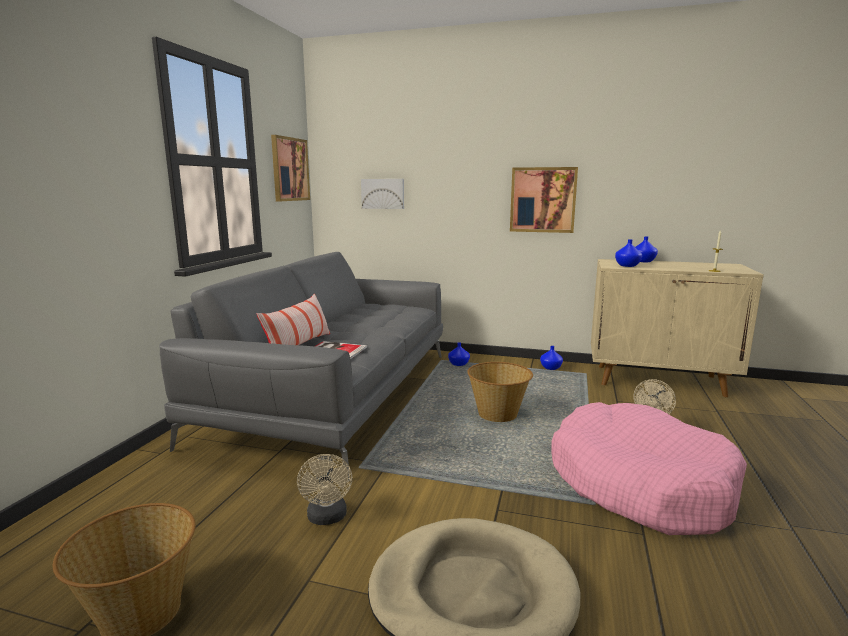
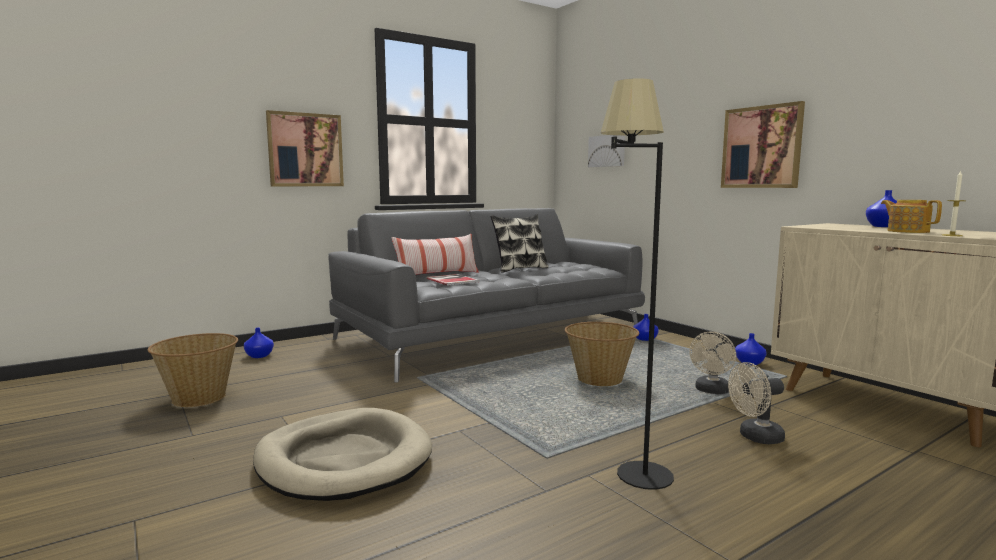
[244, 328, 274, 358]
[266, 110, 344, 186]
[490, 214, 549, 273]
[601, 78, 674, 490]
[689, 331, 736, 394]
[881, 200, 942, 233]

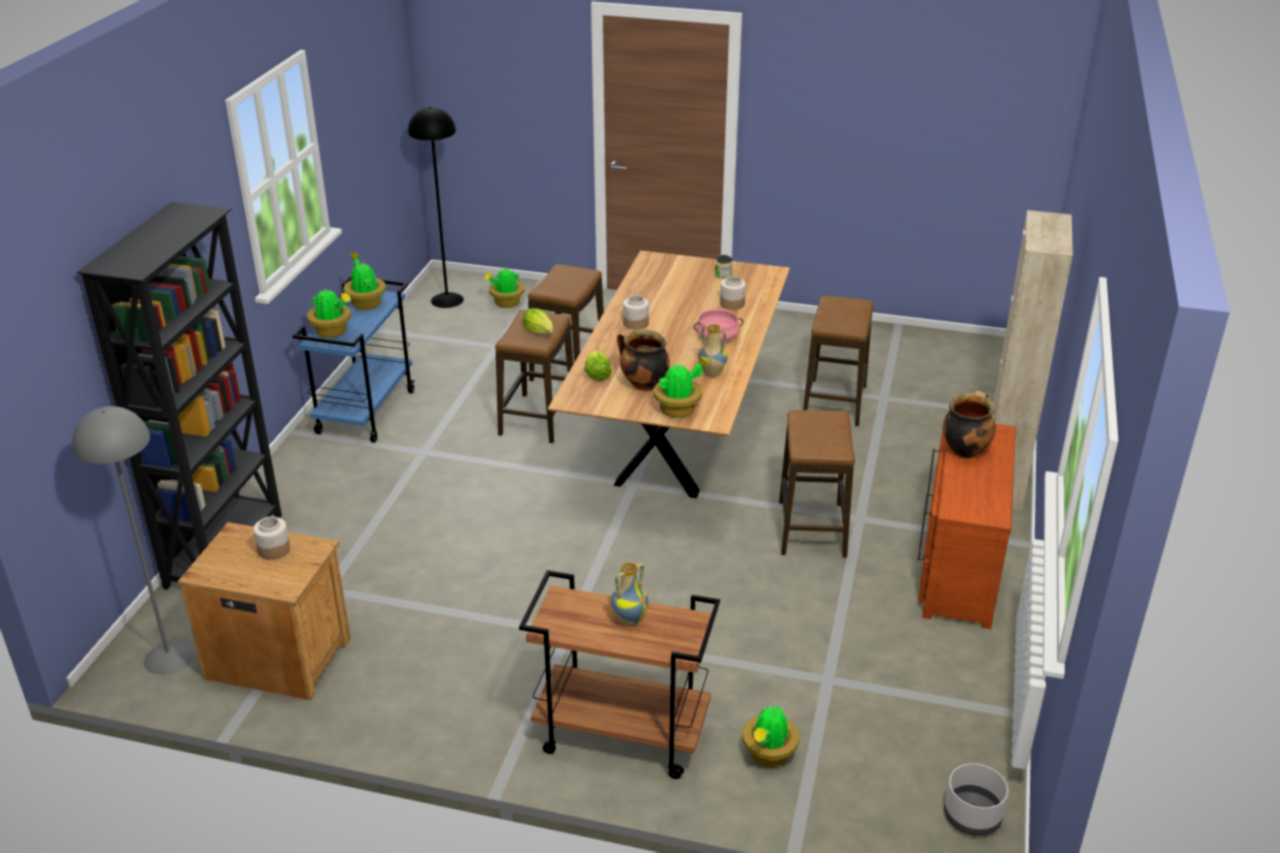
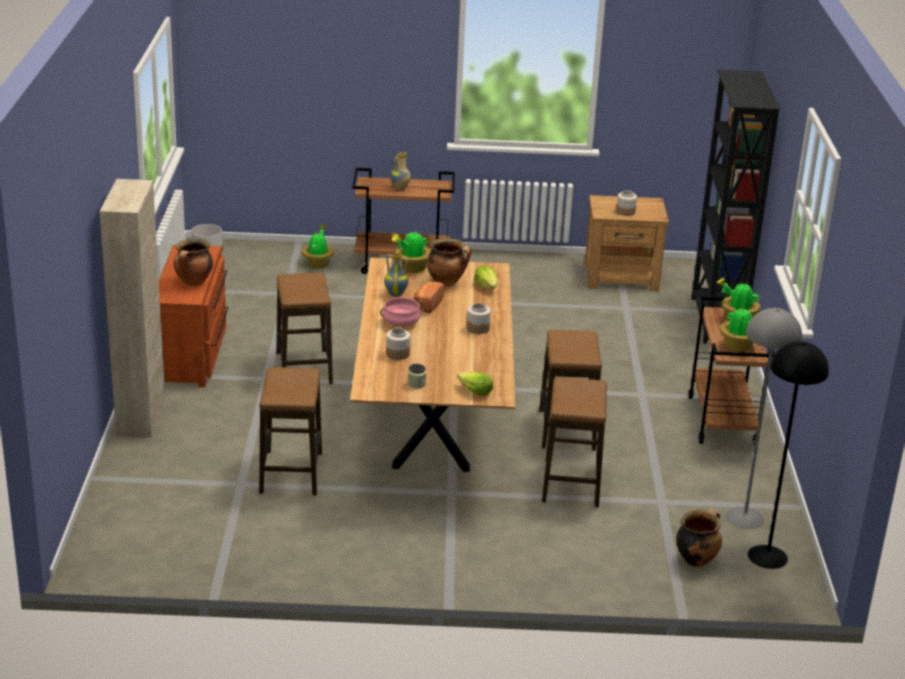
[413, 282, 444, 313]
[457, 372, 493, 396]
[676, 509, 722, 567]
[688, 297, 775, 446]
[726, 308, 802, 529]

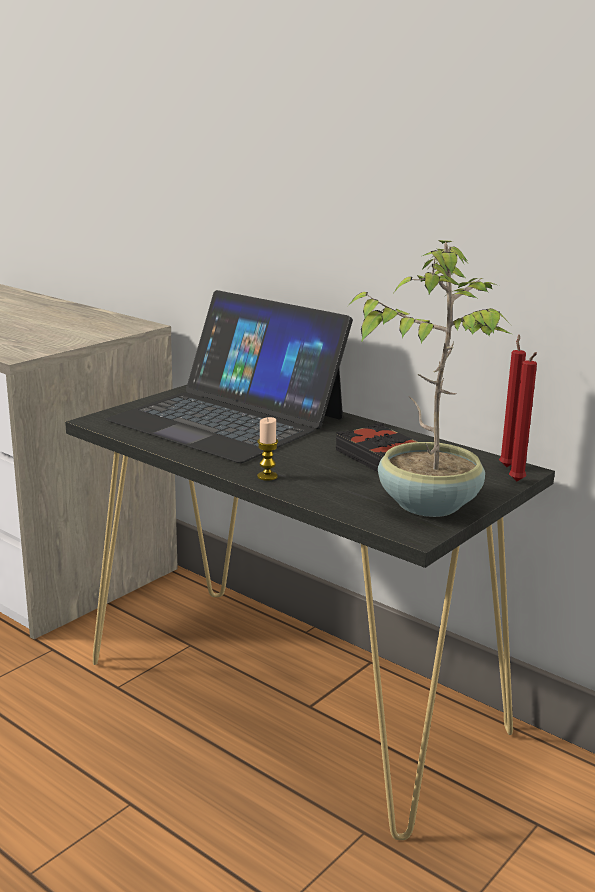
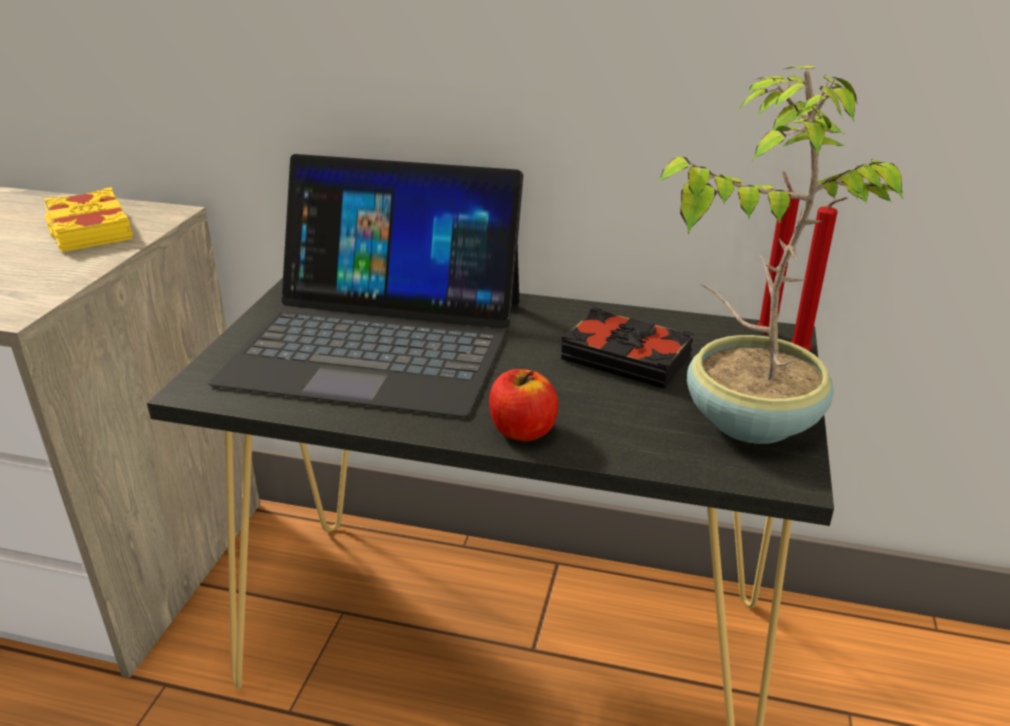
[44, 187, 133, 252]
[489, 369, 558, 441]

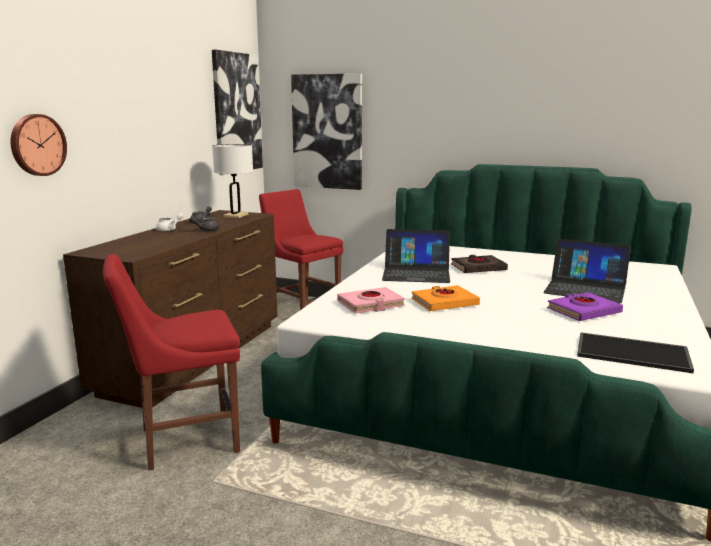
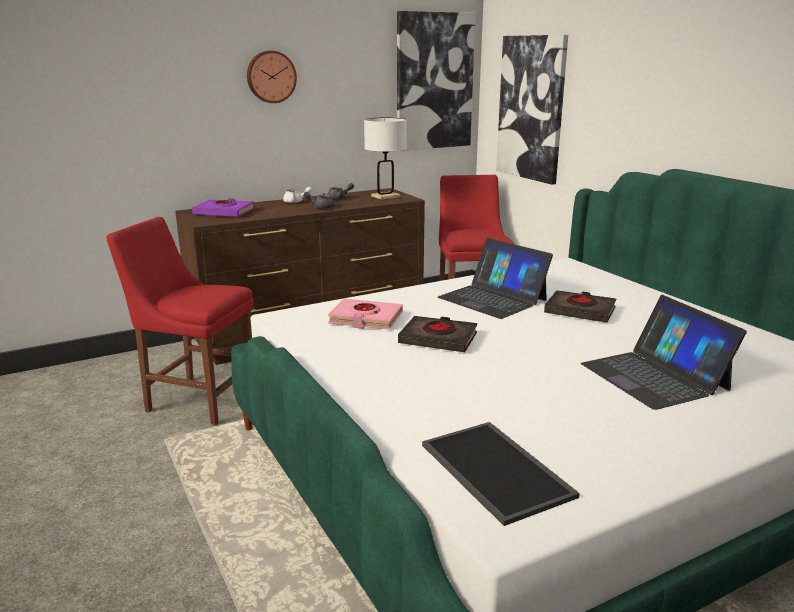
[192, 198, 255, 217]
[247, 50, 297, 103]
[398, 316, 477, 352]

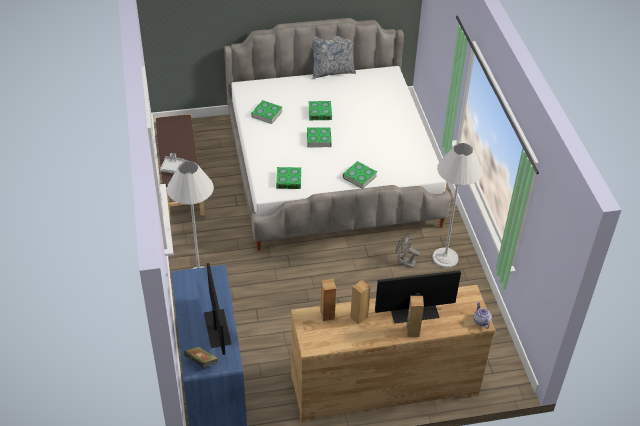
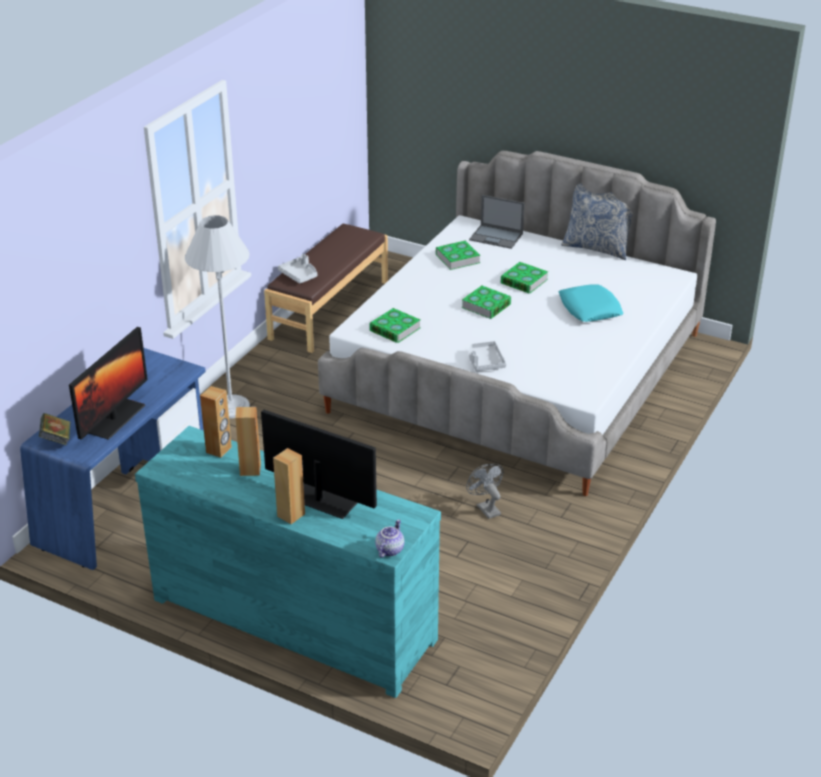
[135, 426, 441, 698]
[469, 195, 525, 249]
[469, 341, 506, 371]
[559, 284, 623, 322]
[432, 143, 483, 268] (first image)

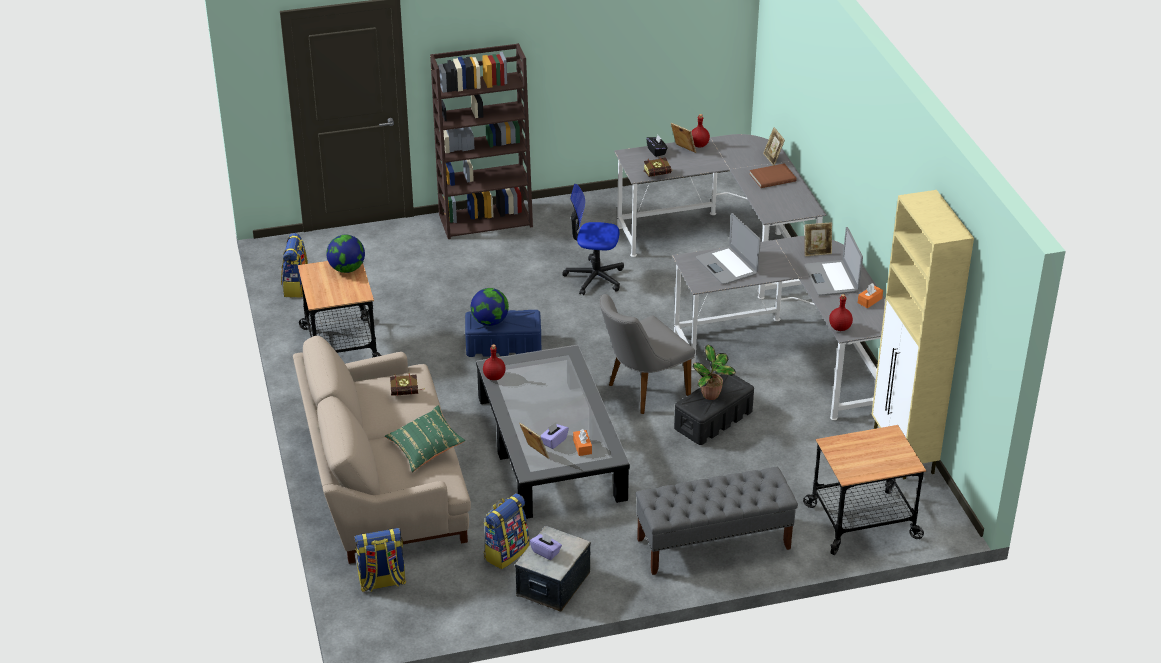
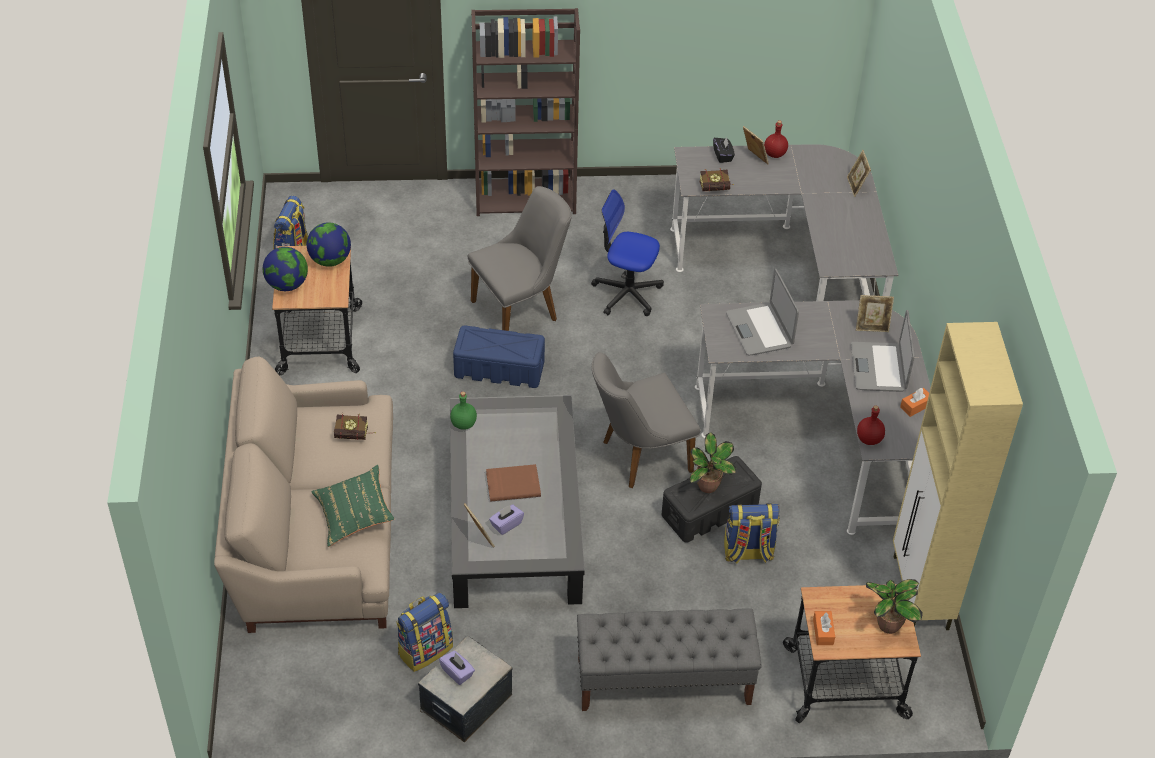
[263, 247, 308, 291]
[450, 392, 477, 430]
[467, 186, 572, 331]
[486, 464, 541, 502]
[724, 503, 780, 564]
[813, 611, 835, 645]
[866, 579, 923, 634]

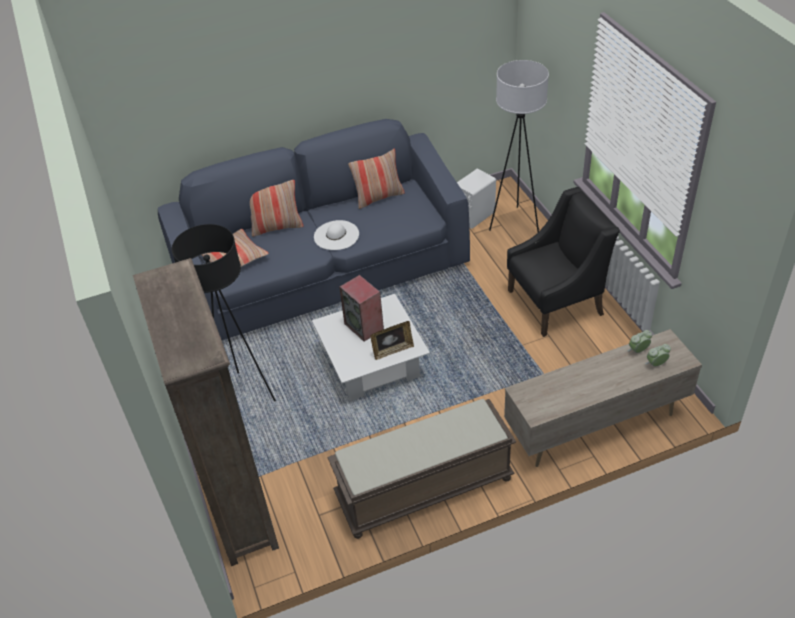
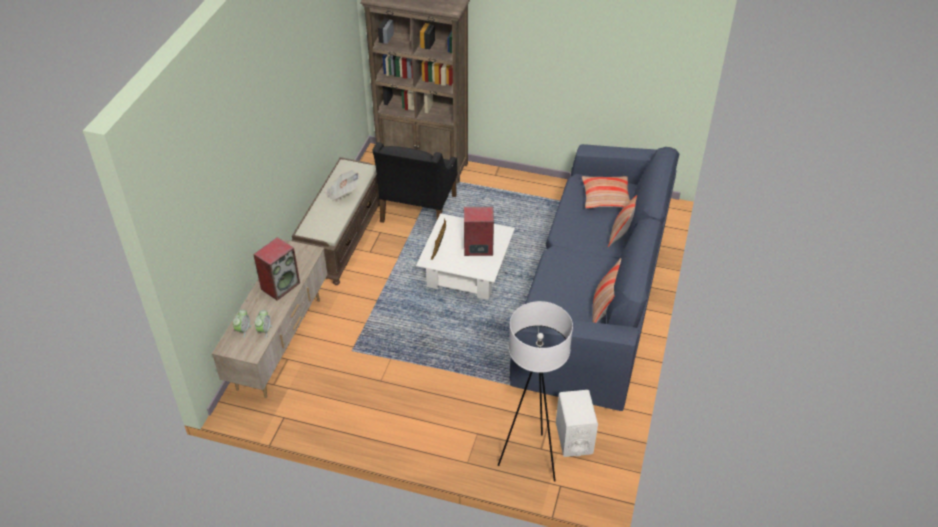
[253, 237, 300, 301]
[325, 170, 360, 201]
[372, 142, 458, 223]
[172, 224, 276, 401] (first image)
[314, 220, 359, 250] (first image)

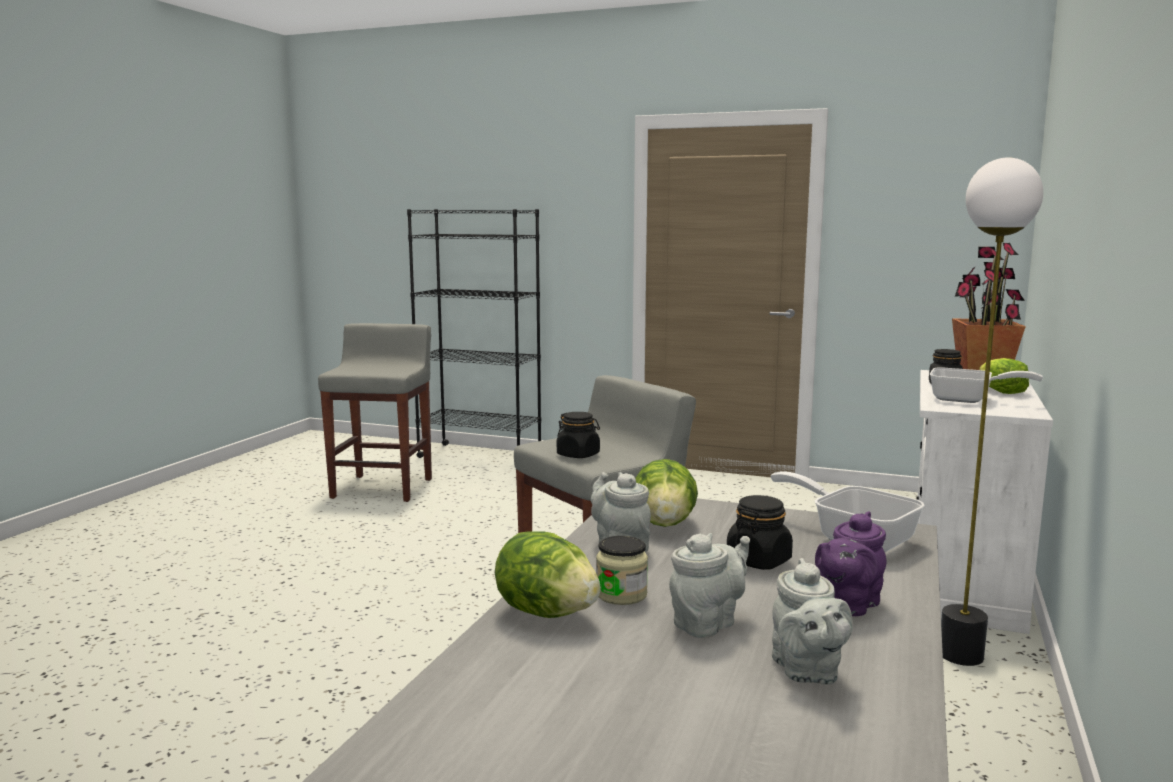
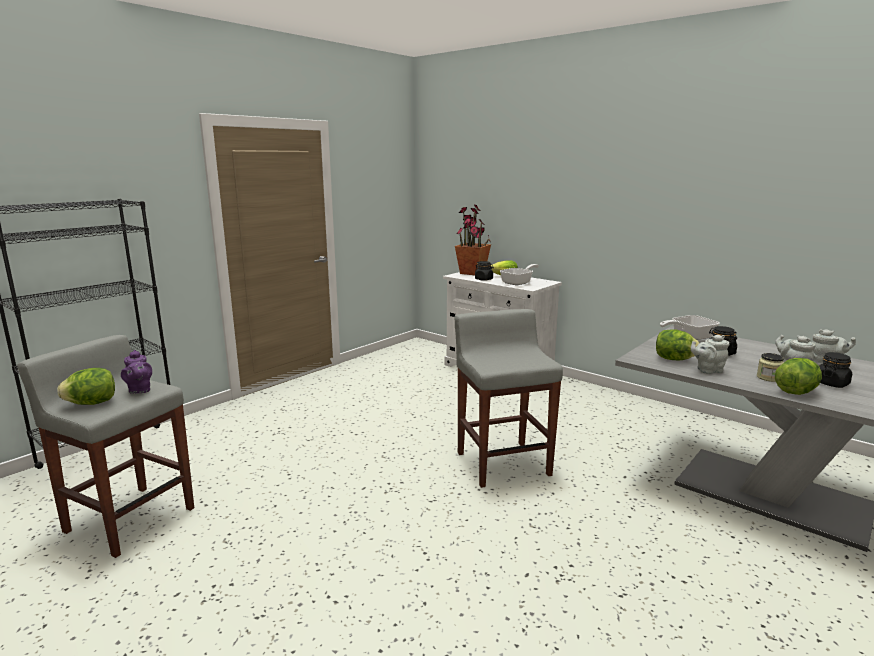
[57, 368, 115, 405]
[121, 350, 152, 394]
[819, 352, 852, 388]
[941, 157, 1043, 666] (first image)

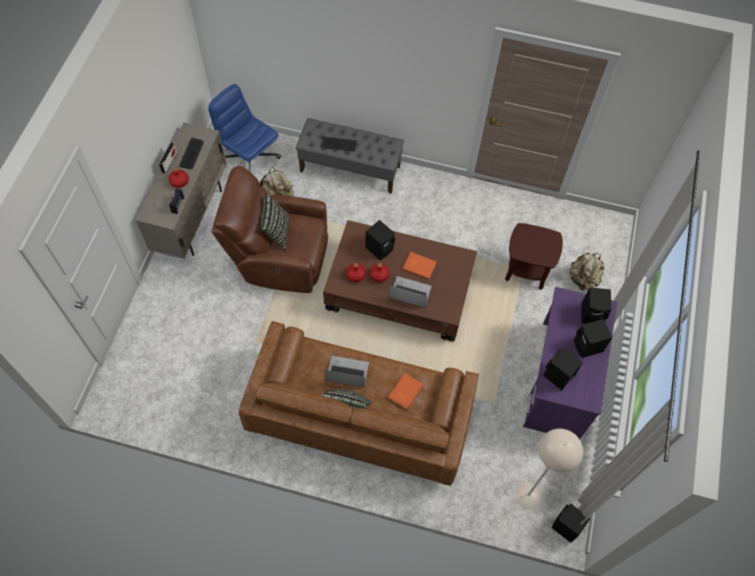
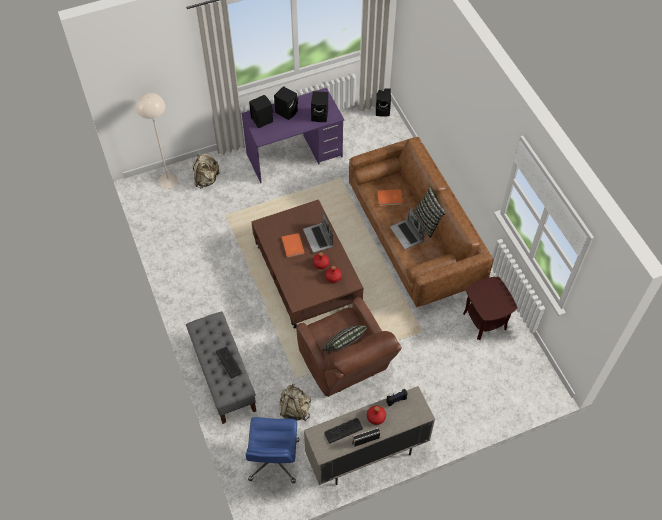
[136, 93, 178, 189]
[463, 277, 518, 340]
[365, 220, 395, 260] (first image)

